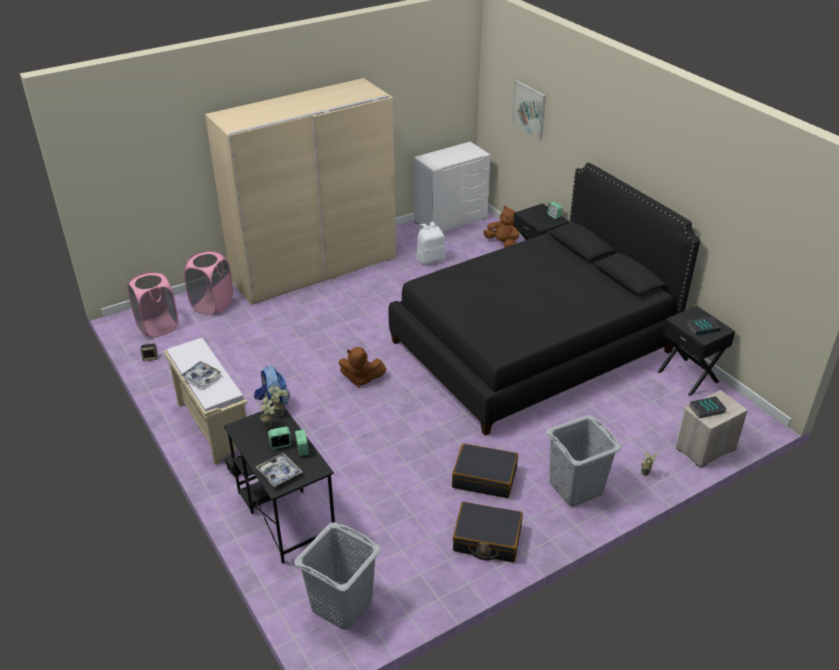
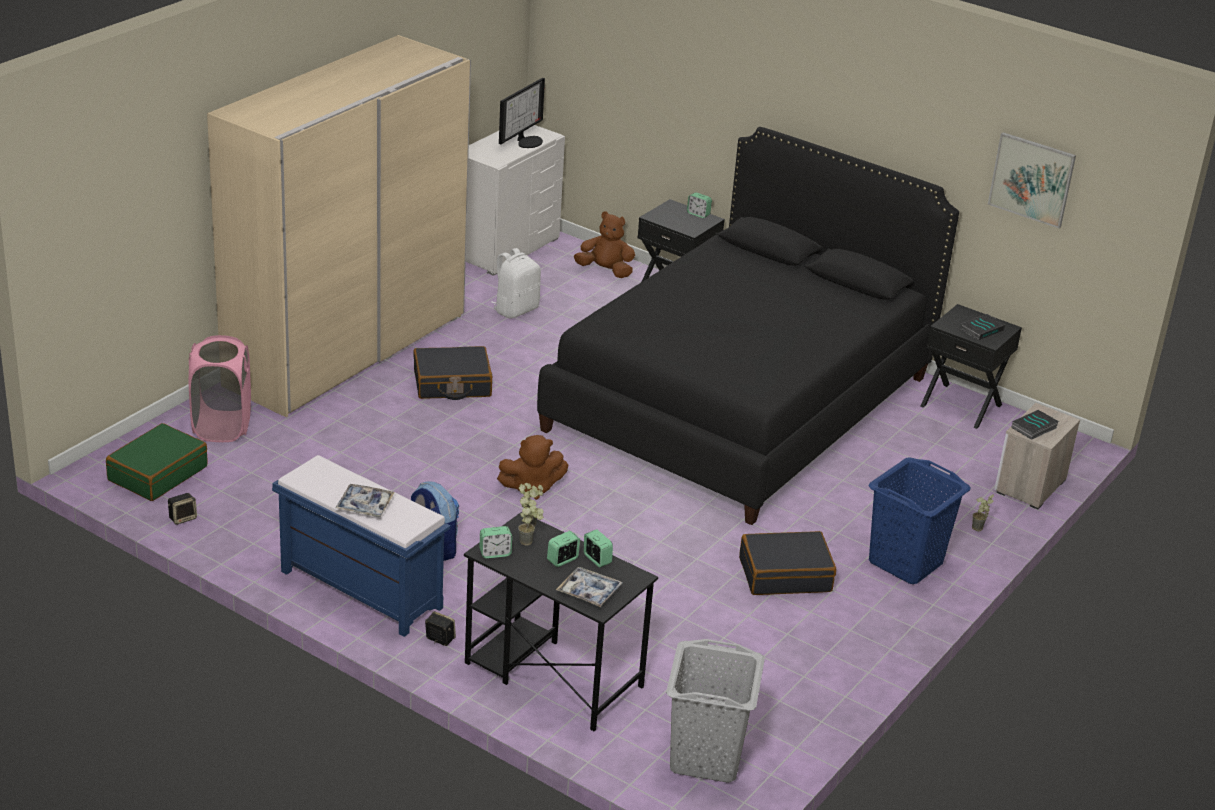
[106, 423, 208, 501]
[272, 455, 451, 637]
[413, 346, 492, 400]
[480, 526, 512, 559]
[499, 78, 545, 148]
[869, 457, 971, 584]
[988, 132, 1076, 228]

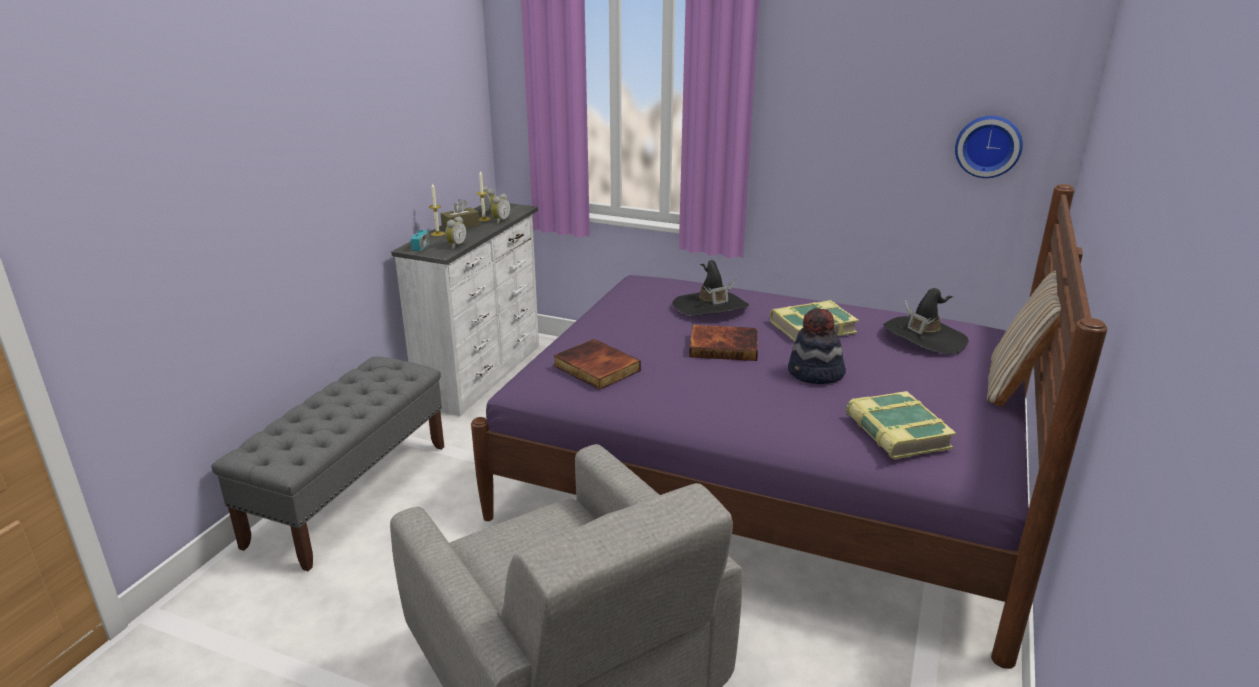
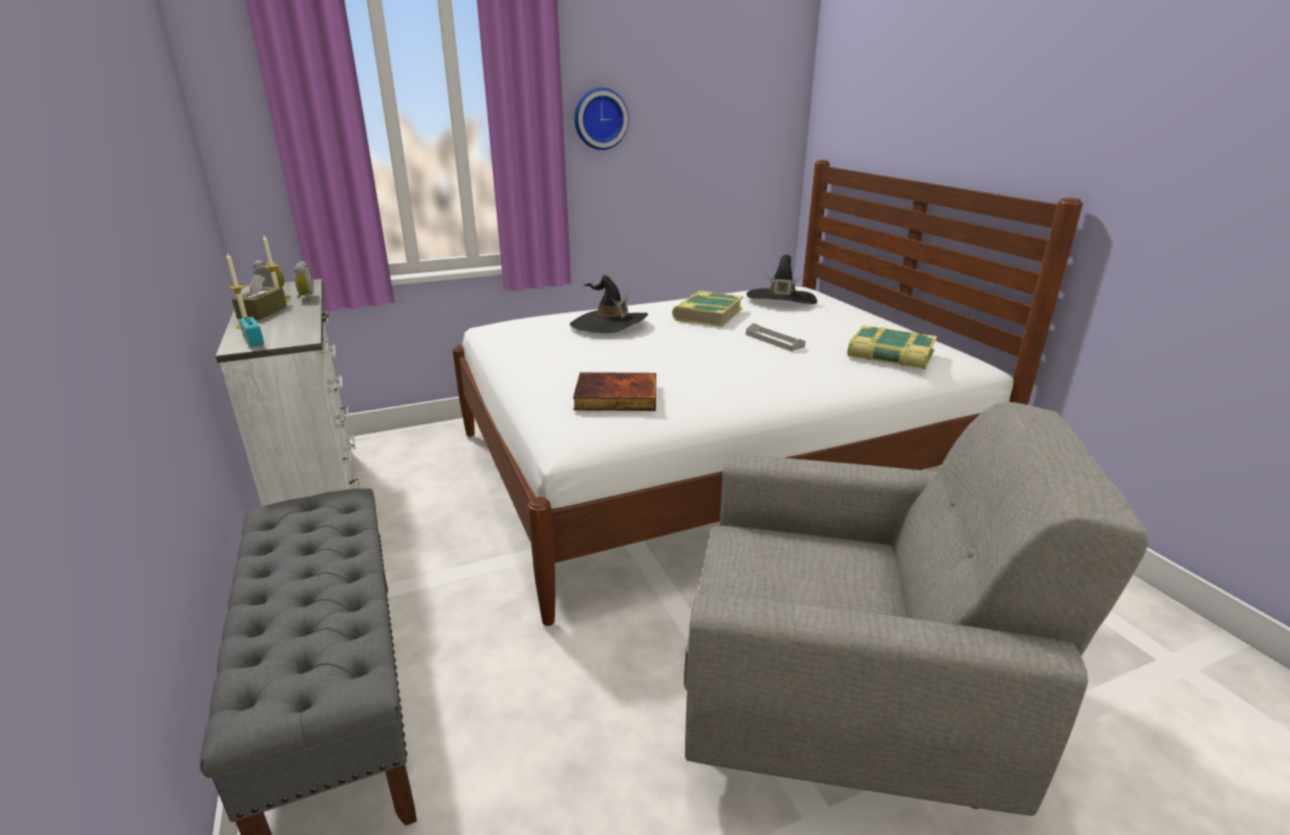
[453, 160, 1083, 626]
[574, 88, 629, 150]
[746, 323, 806, 352]
[445, 216, 466, 249] (first image)
[689, 325, 758, 361] (first image)
[987, 270, 1061, 407] (first image)

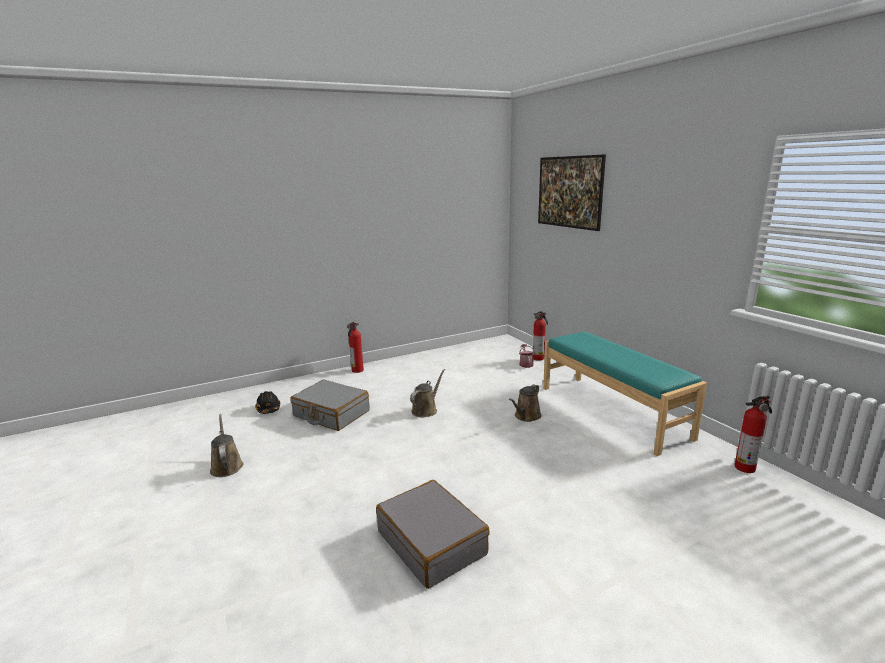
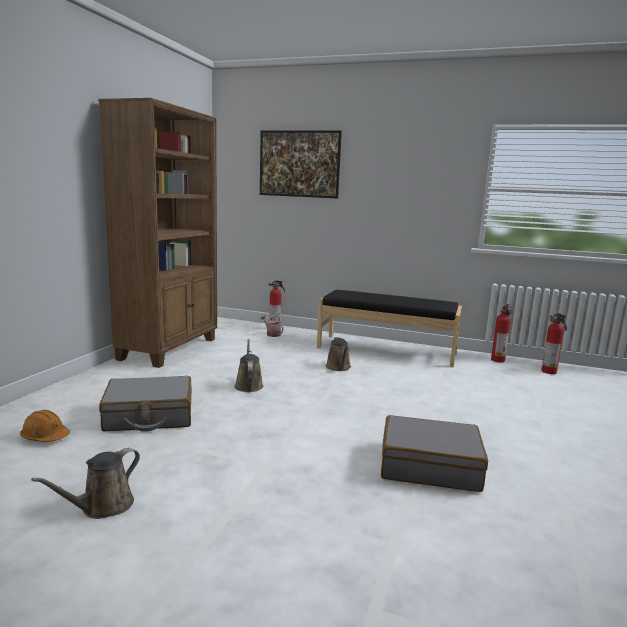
[20, 410, 70, 442]
[31, 448, 140, 519]
[98, 98, 217, 368]
[317, 290, 462, 367]
[541, 313, 567, 374]

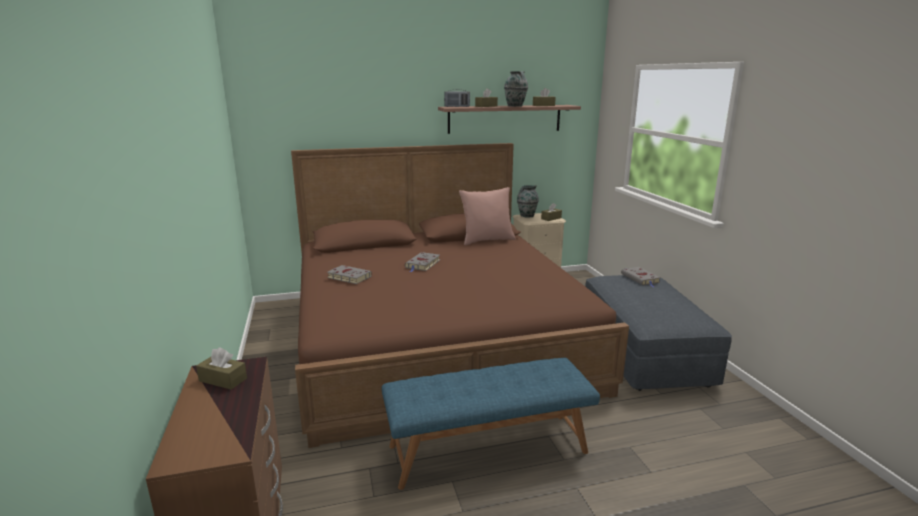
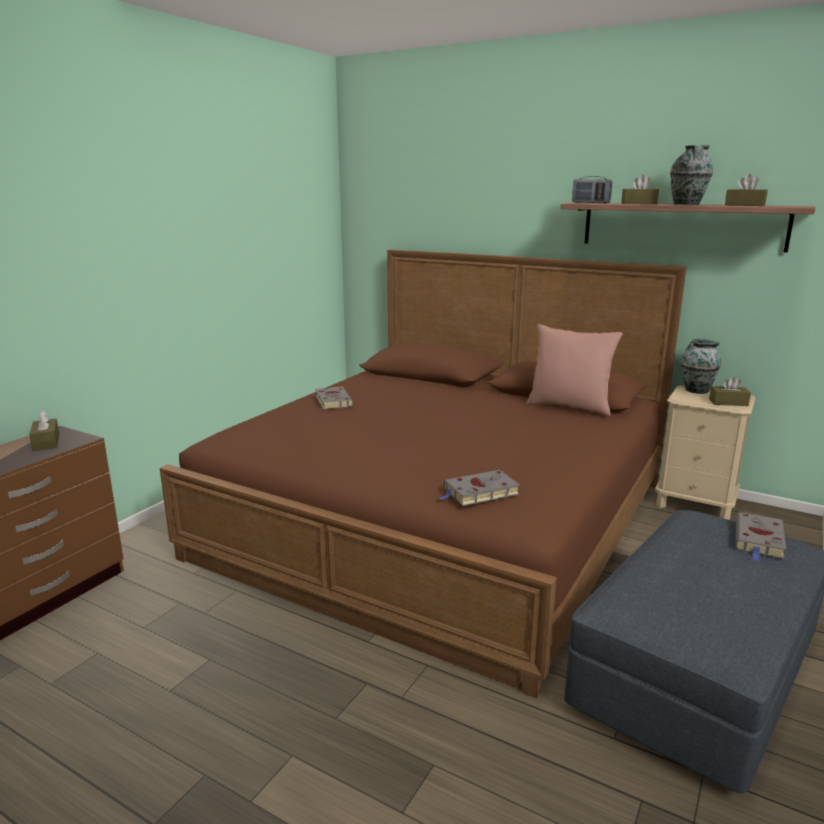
[438, 470, 520, 506]
[382, 358, 600, 490] (first image)

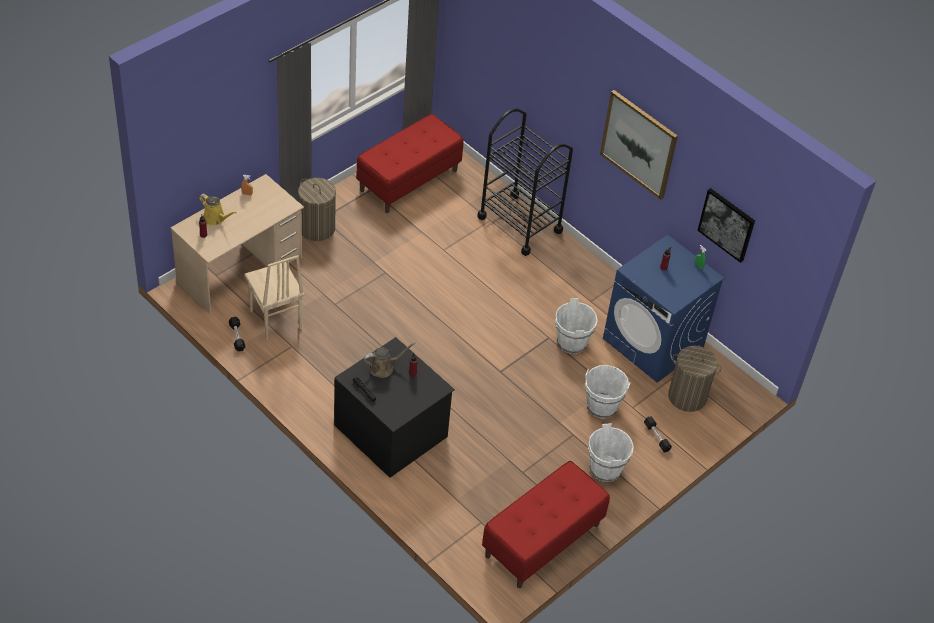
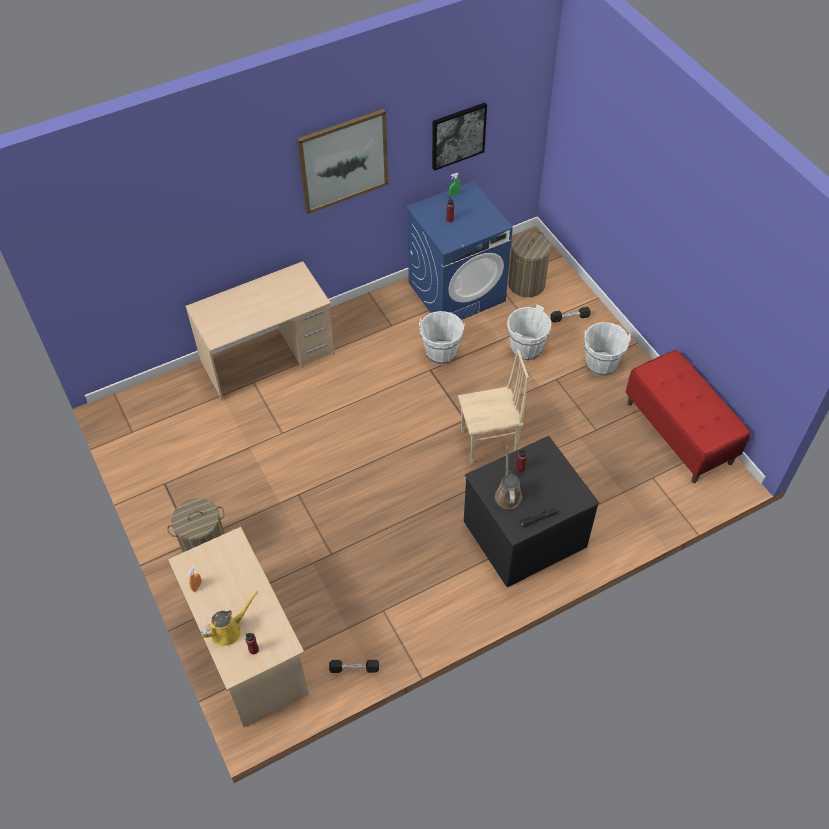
[185, 261, 335, 401]
[458, 349, 529, 464]
[357, 114, 464, 213] (first image)

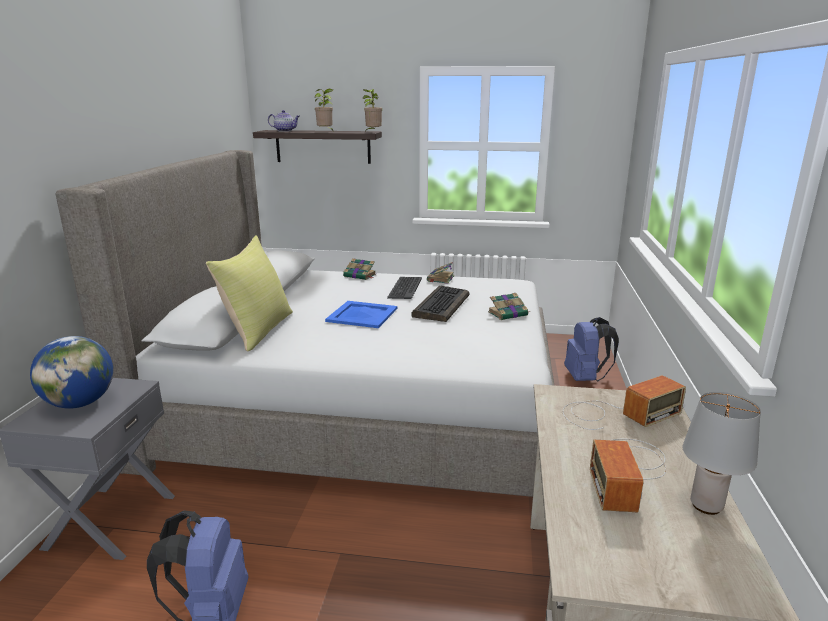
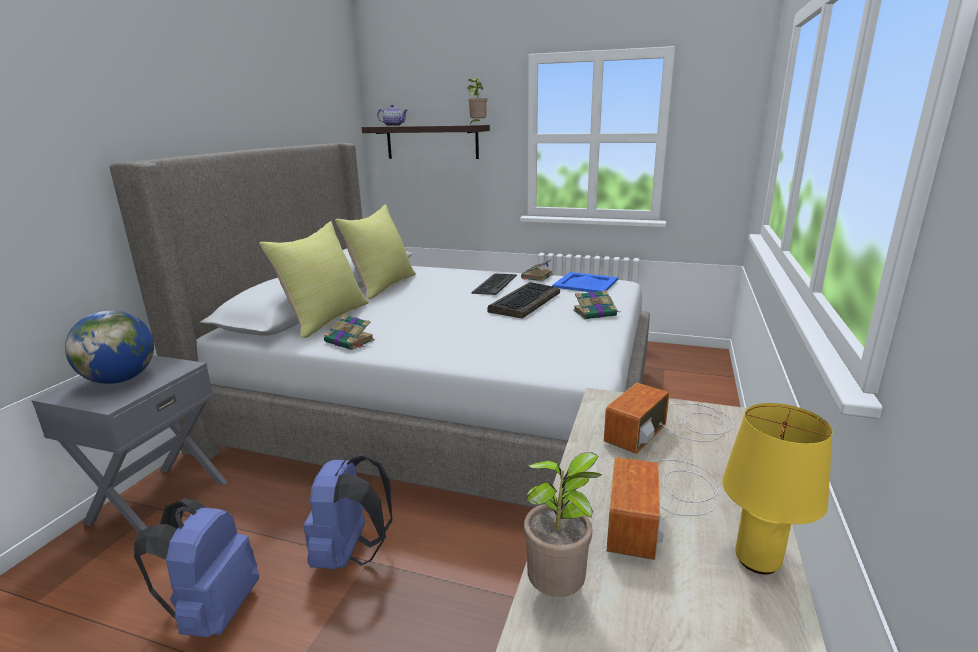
[304, 454, 392, 569]
[324, 314, 375, 350]
[335, 204, 416, 299]
[524, 452, 602, 597]
[552, 272, 618, 292]
[604, 383, 734, 454]
[722, 403, 833, 575]

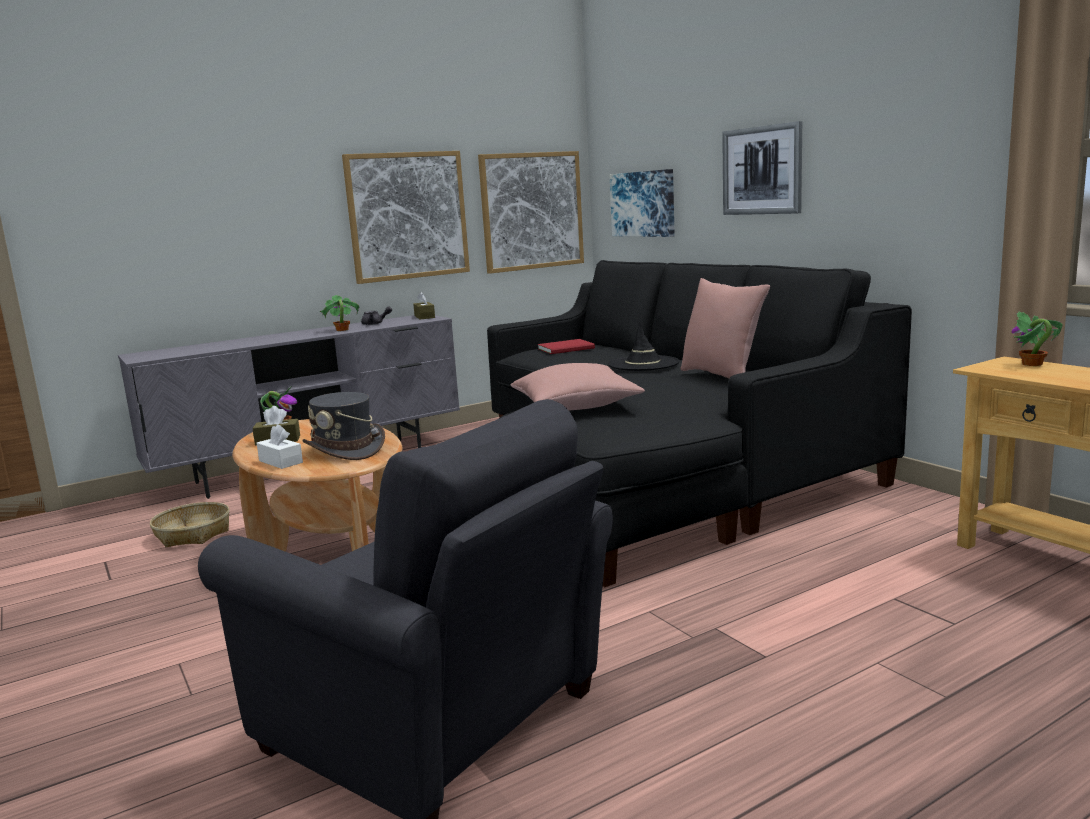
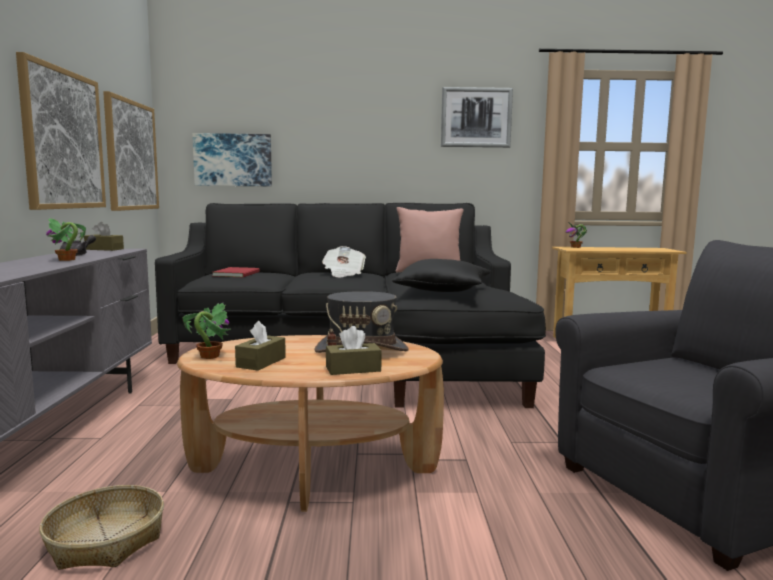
[322, 246, 366, 277]
[326, 326, 382, 375]
[392, 259, 491, 292]
[441, 87, 513, 148]

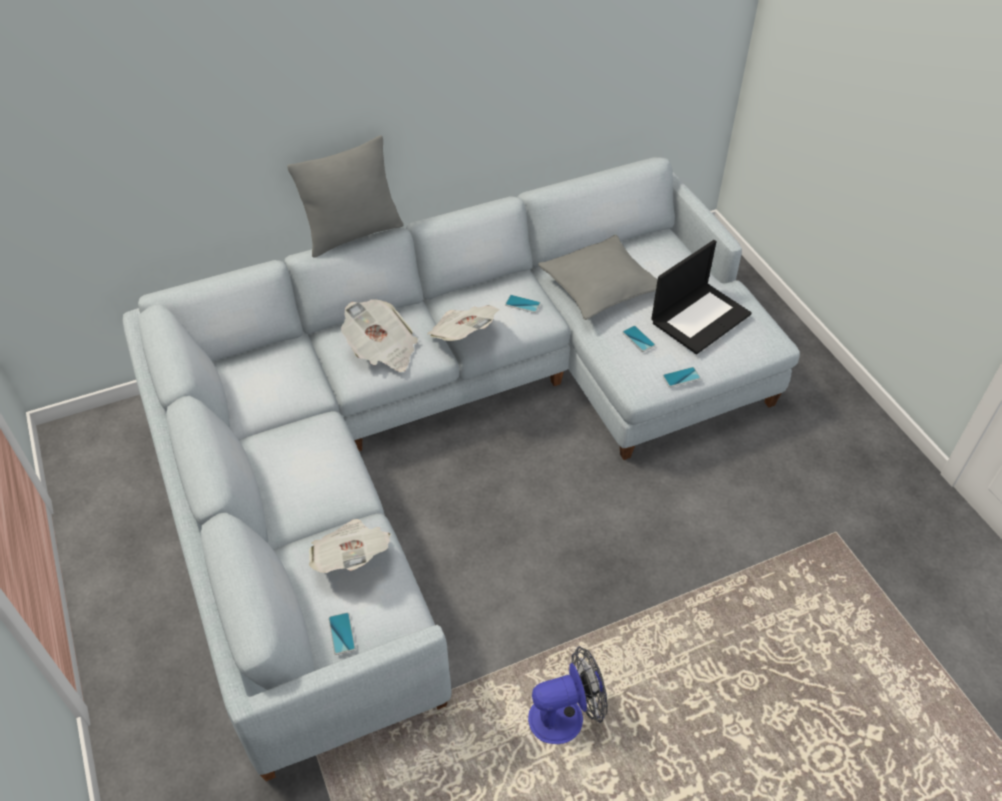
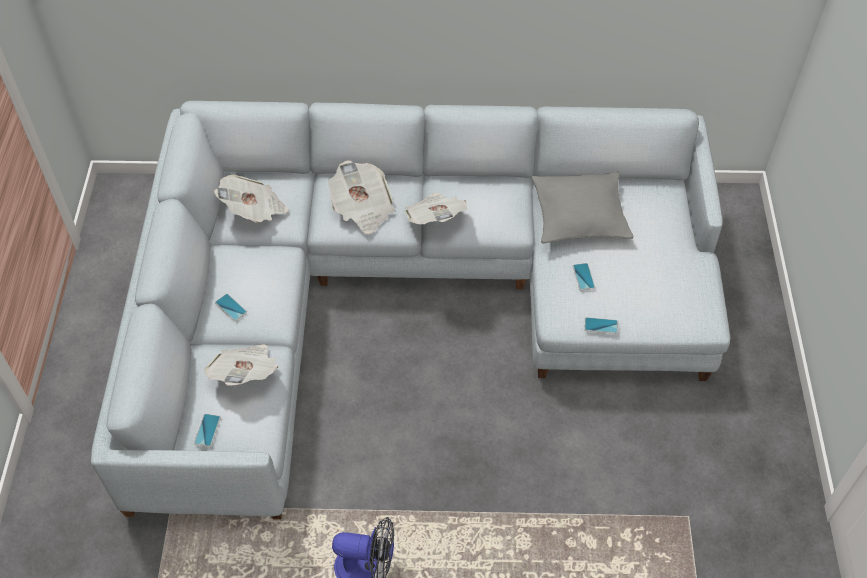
[214, 174, 289, 223]
[215, 294, 247, 321]
[287, 135, 403, 258] (first image)
[651, 240, 752, 354] (first image)

